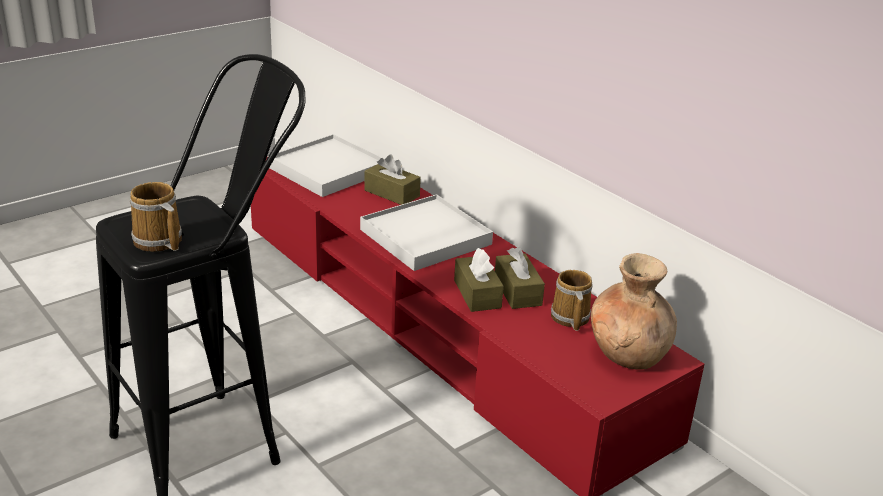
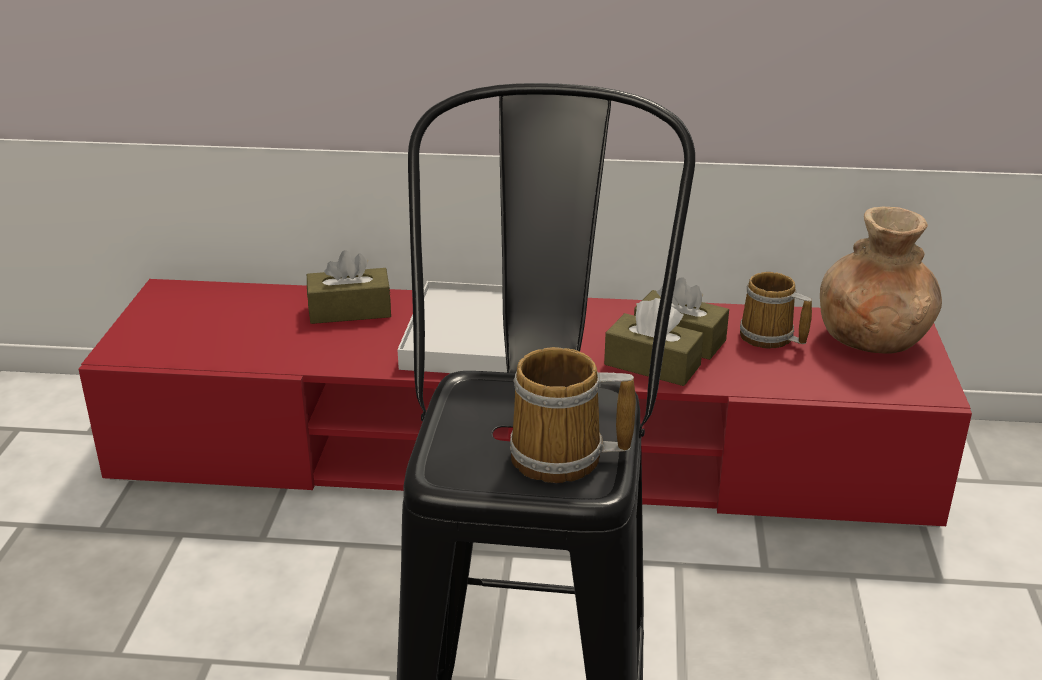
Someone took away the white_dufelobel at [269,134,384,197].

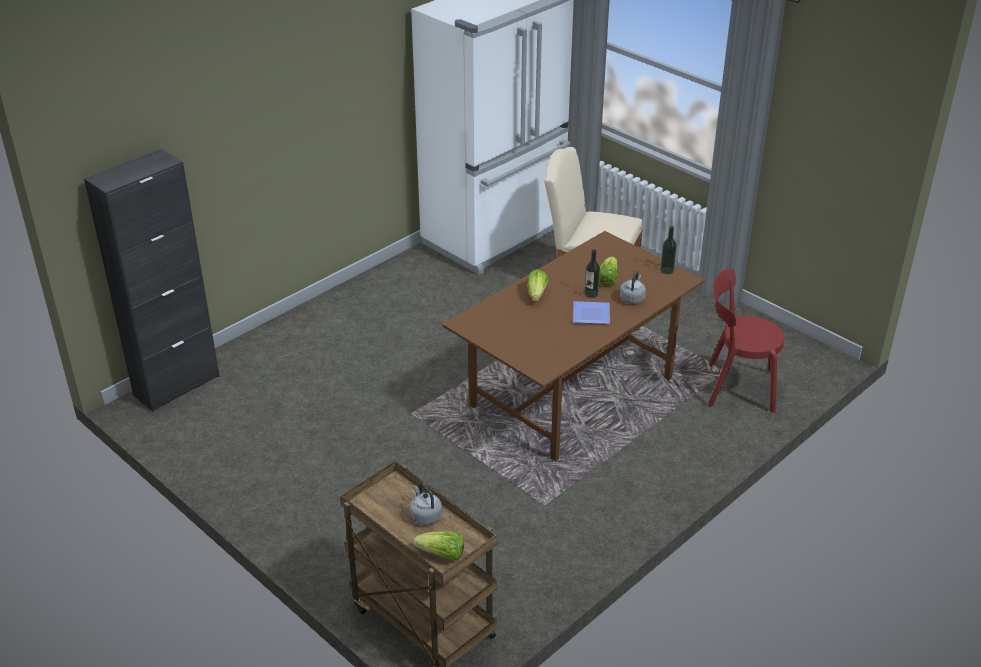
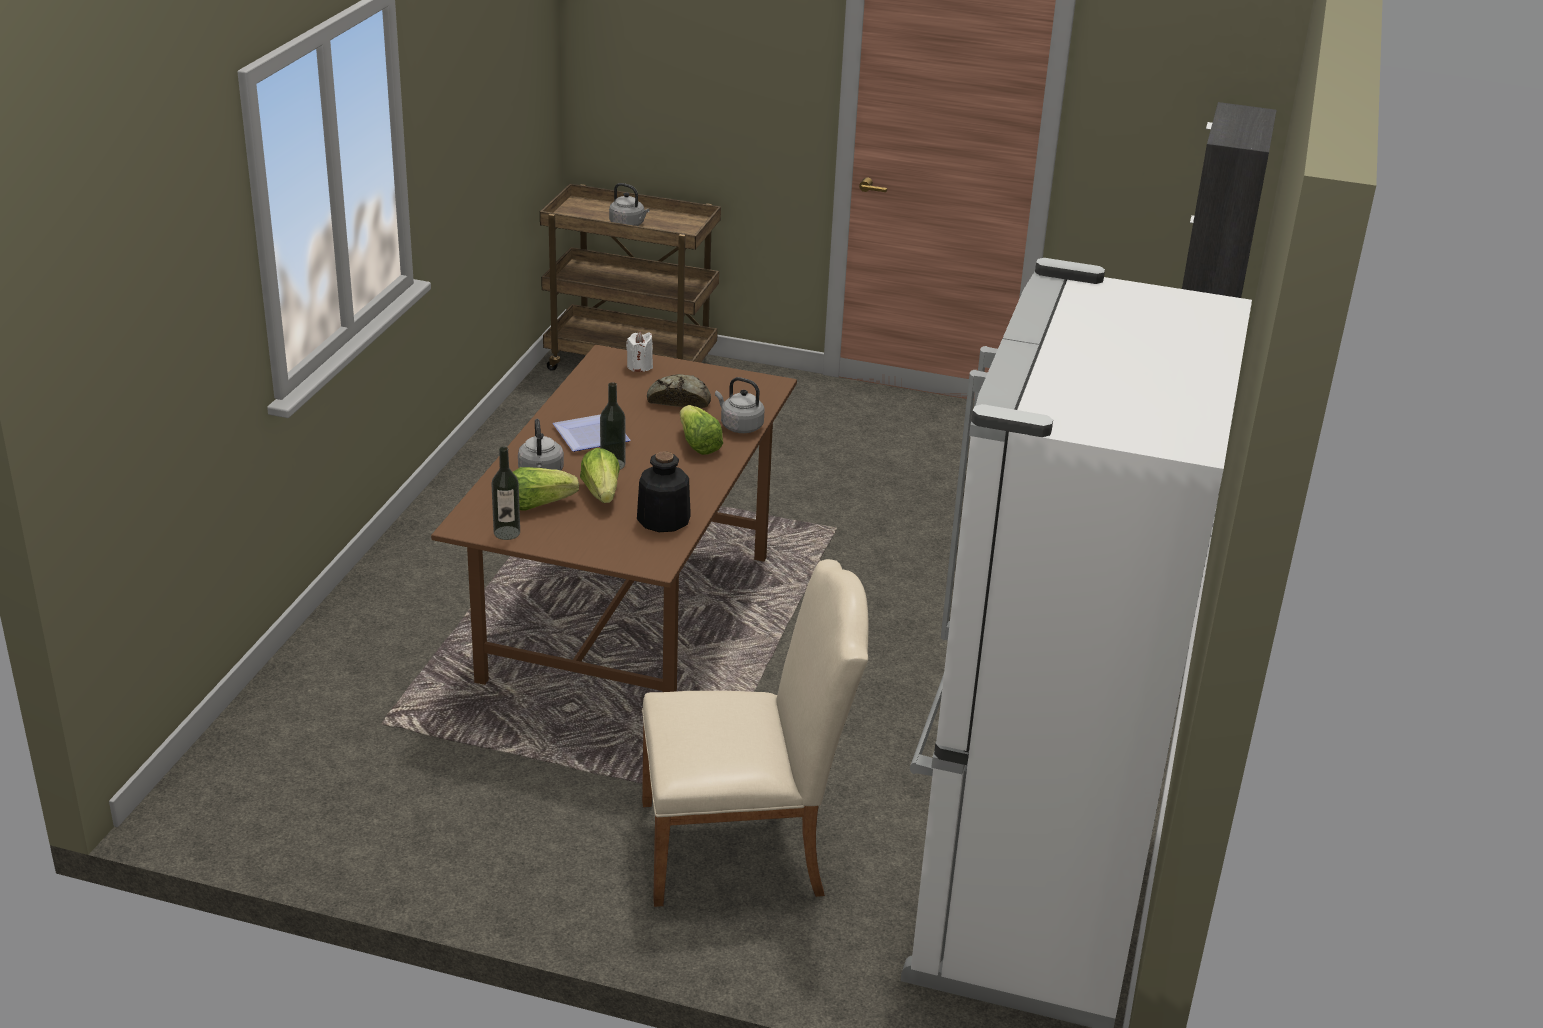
Someone took away the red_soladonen at [708,267,784,413].
Someone carried the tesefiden from [413,531,464,561] to [513,467,579,511].
Someone put down the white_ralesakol at [626,332,653,372].
Someone put down the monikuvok at [647,374,711,408].
Someone put down the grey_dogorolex at [715,377,765,433].
Someone put down the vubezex at [637,451,691,532].

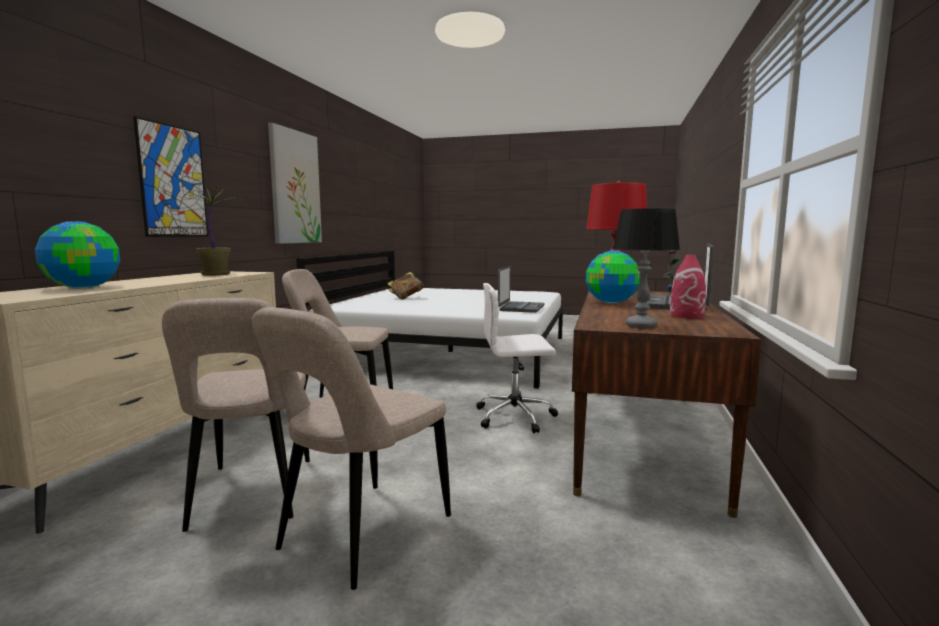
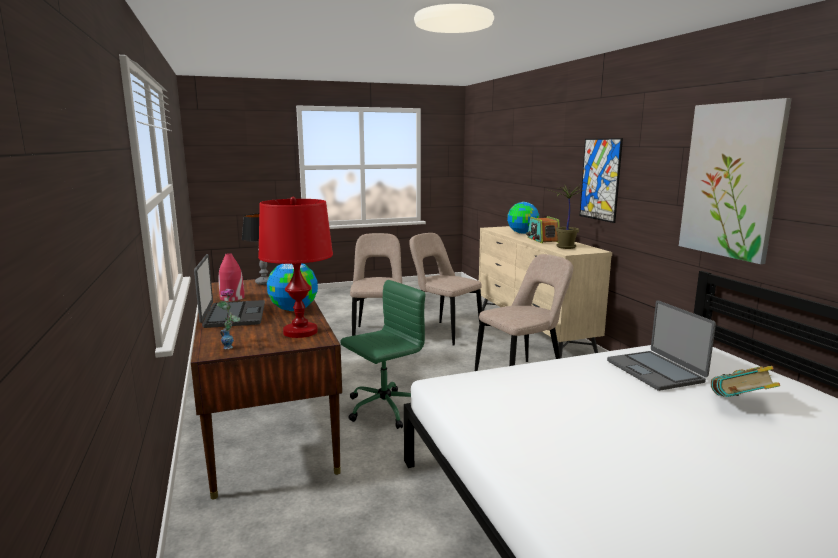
Someone carried the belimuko from [498,266,545,313] to [607,300,716,391].
Someone repainted the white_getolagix at [476,283,558,434], which became the green_getolagix at [340,280,425,429].
Someone put down the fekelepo at [526,216,560,243].

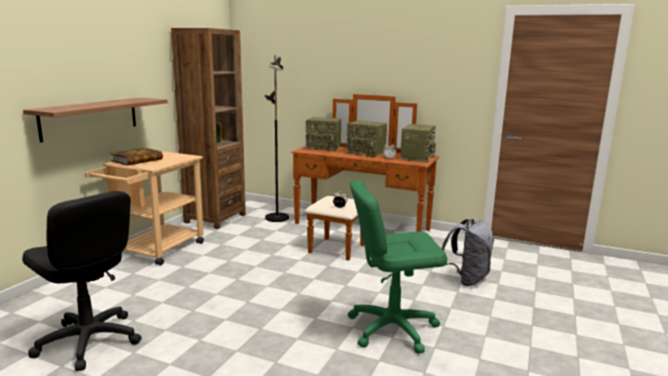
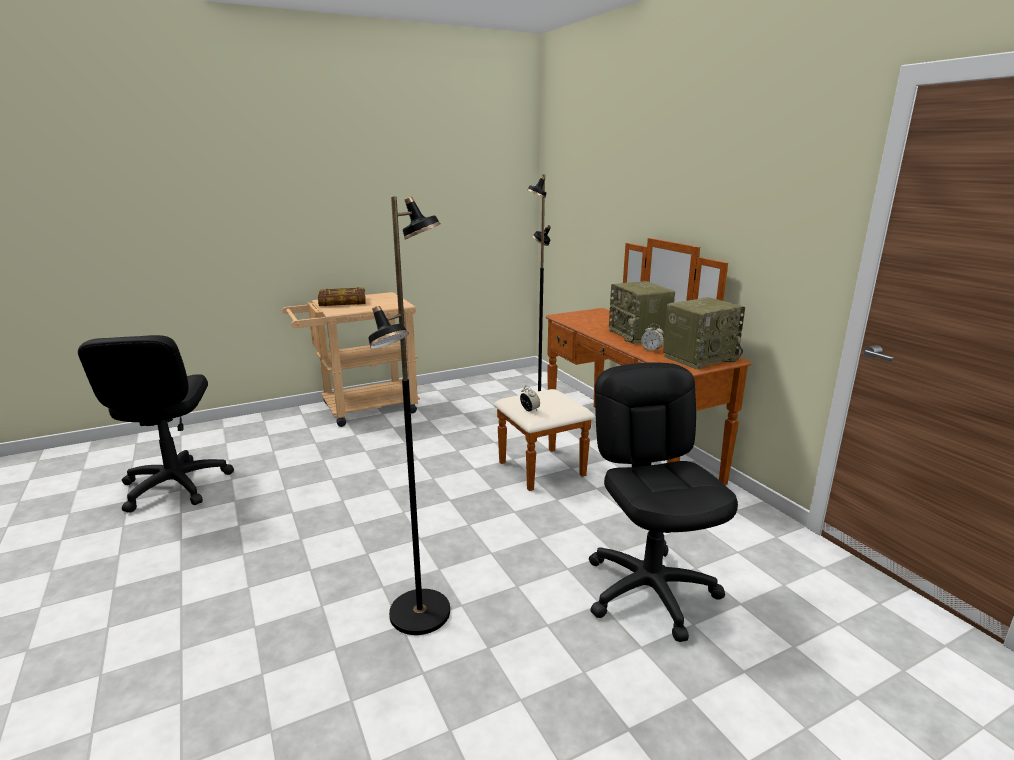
Someone took away the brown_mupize at [171,28,246,229].
Someone took away the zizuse at [23,98,168,143].
Someone took away the fekelepo at [306,117,342,151].
Someone swapped the green_getolagix at [348,180,447,354] for the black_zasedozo at [369,197,450,635].
Someone swapped the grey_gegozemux at [441,219,494,286] for the black_getolagix at [589,363,738,642].

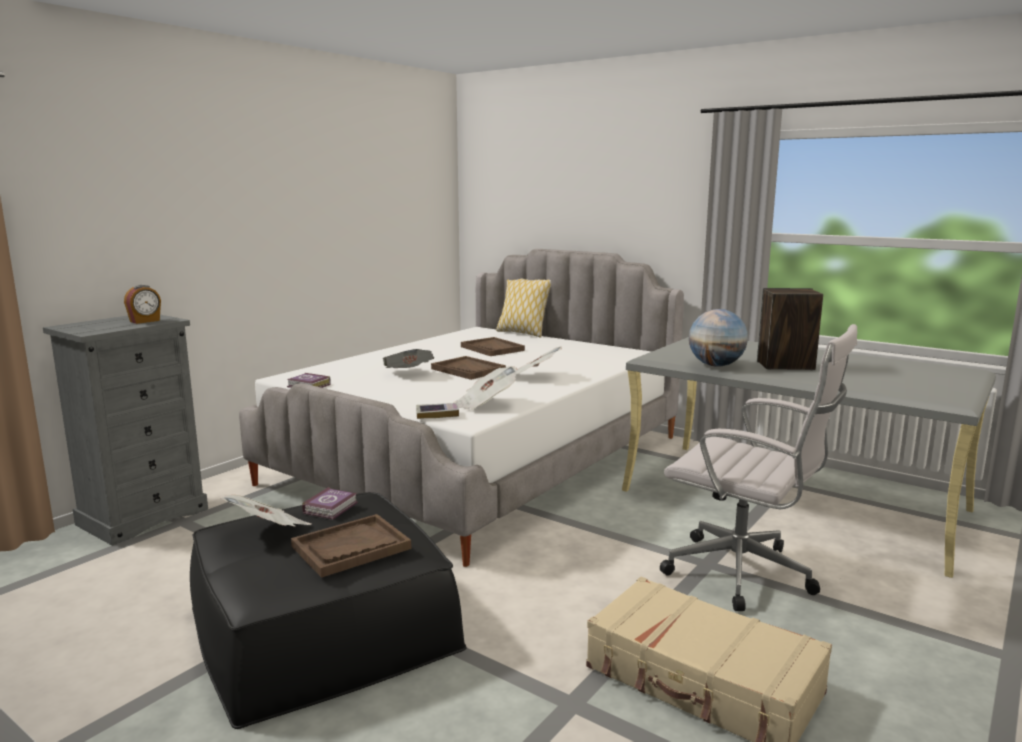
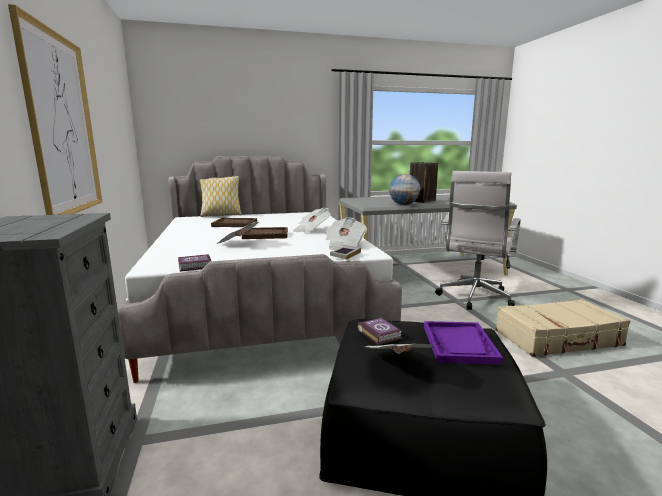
Someone took away the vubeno at [124,285,161,324].
Someone rotated the white_getolagix at [660,324,857,611] by 135 degrees clockwise.
Someone repainted the brown_dufelobel at [291,514,412,578], which became the purple_dufelobel at [424,321,503,365].
Someone put up the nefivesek at [8,4,102,215].

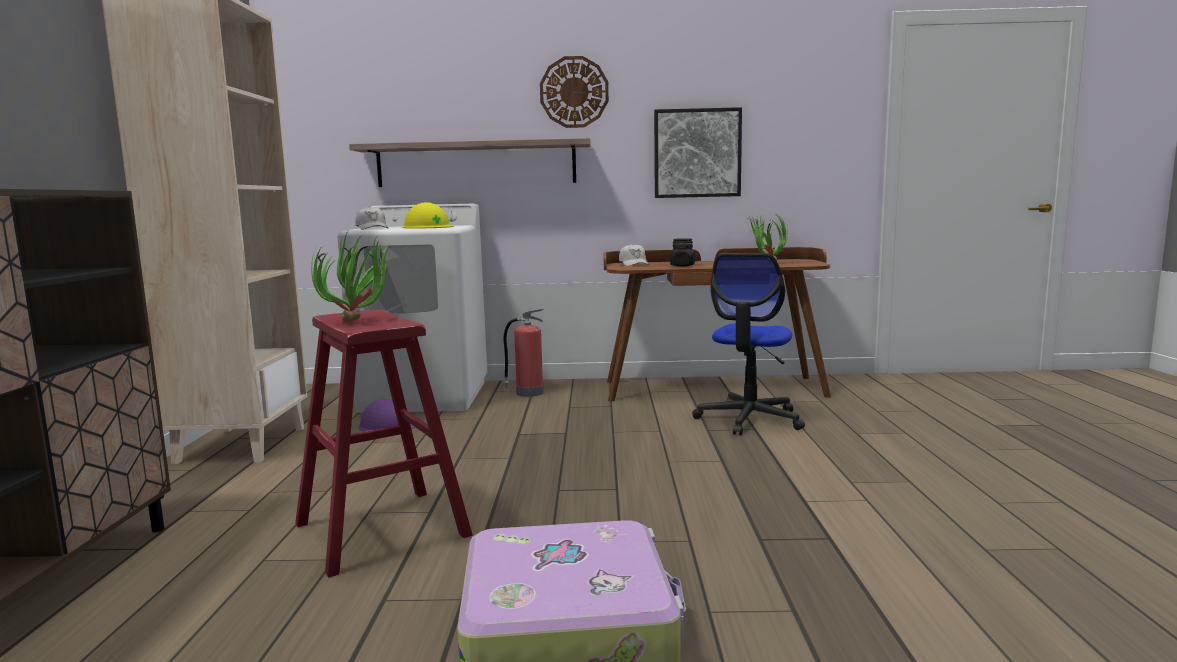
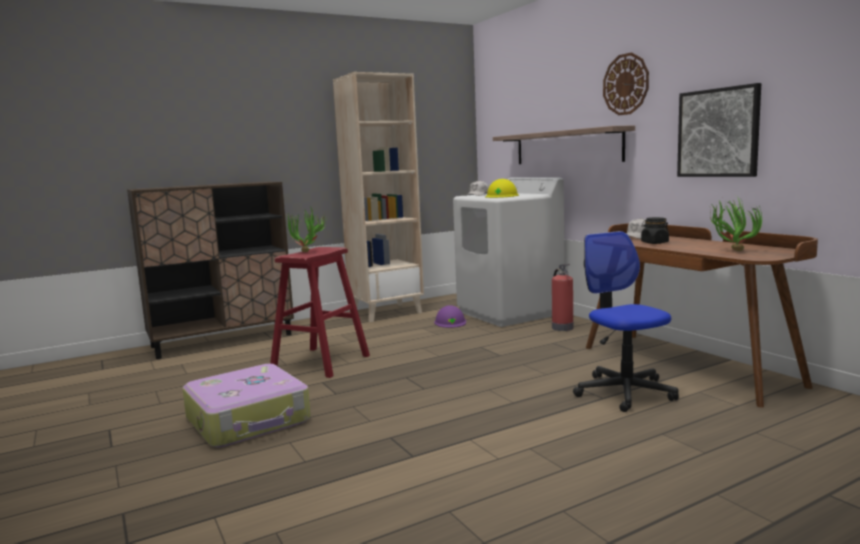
Someone rotated the getolagix at [692,253,805,435] by 75 degrees clockwise.

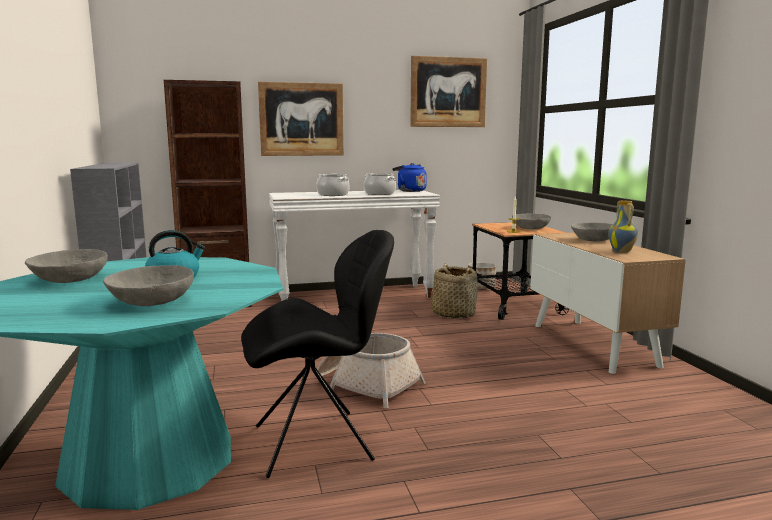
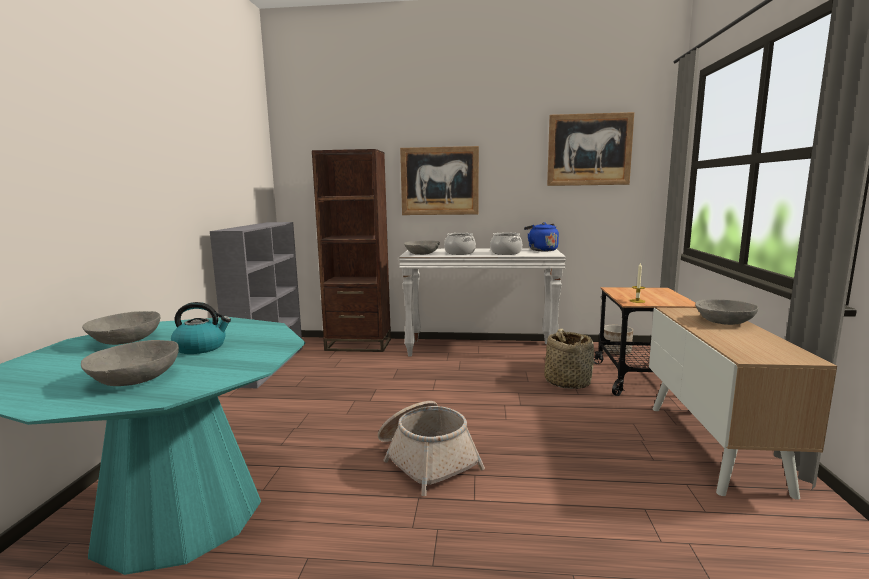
Someone took away the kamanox at [608,201,638,253].
Someone carried the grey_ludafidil from [512,213,551,229] to [404,240,440,255].
Someone took away the black_soladonen at [241,230,394,478].

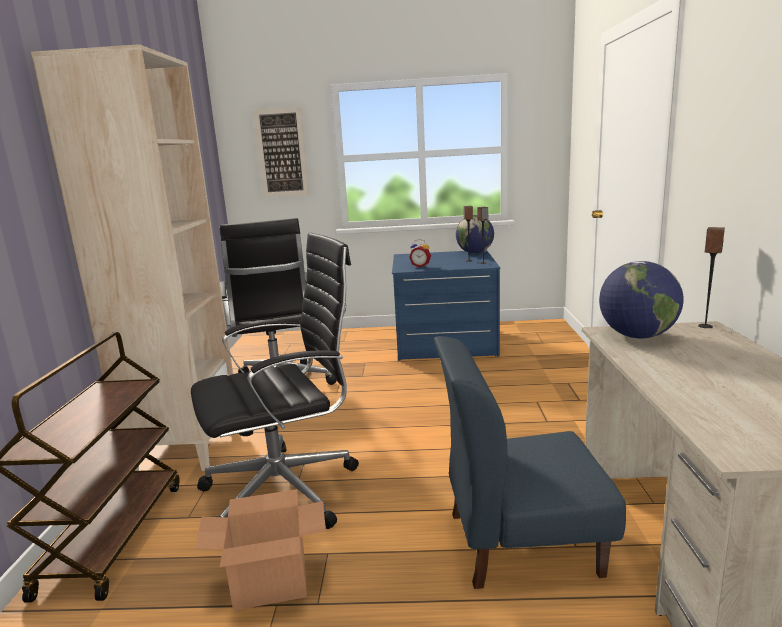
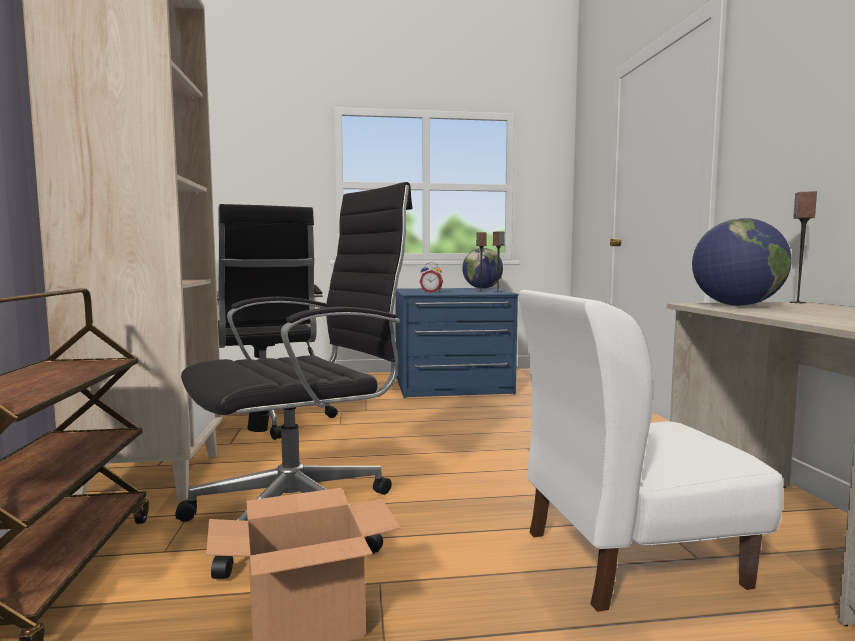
Someone took away the nefivesek at [253,107,309,198].
Someone repainted the blue_soladonen at [434,336,626,589], which became the white_soladonen at [519,290,783,612].

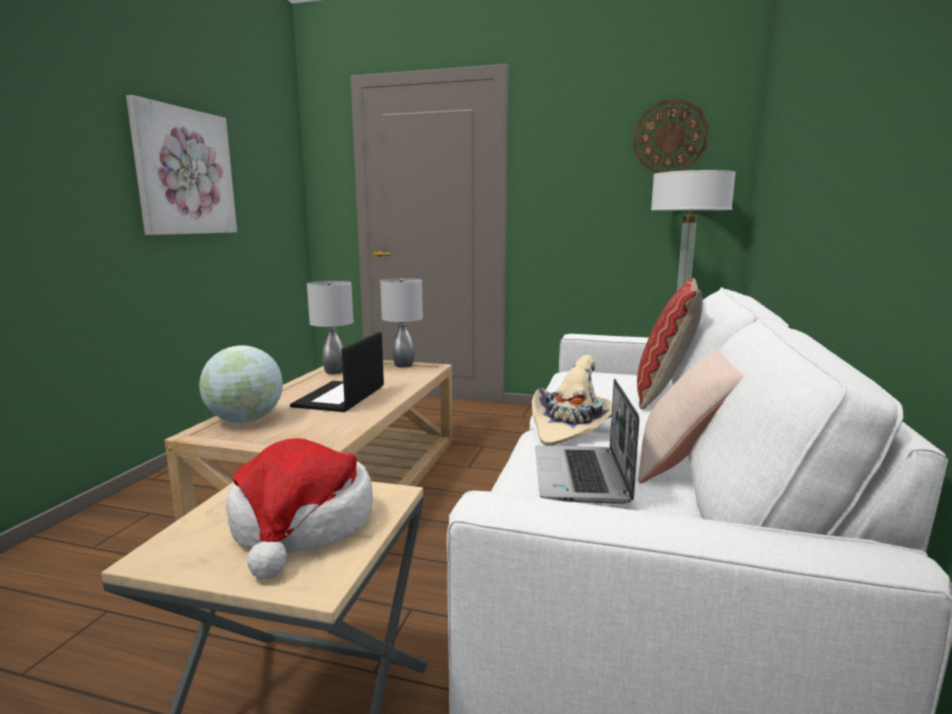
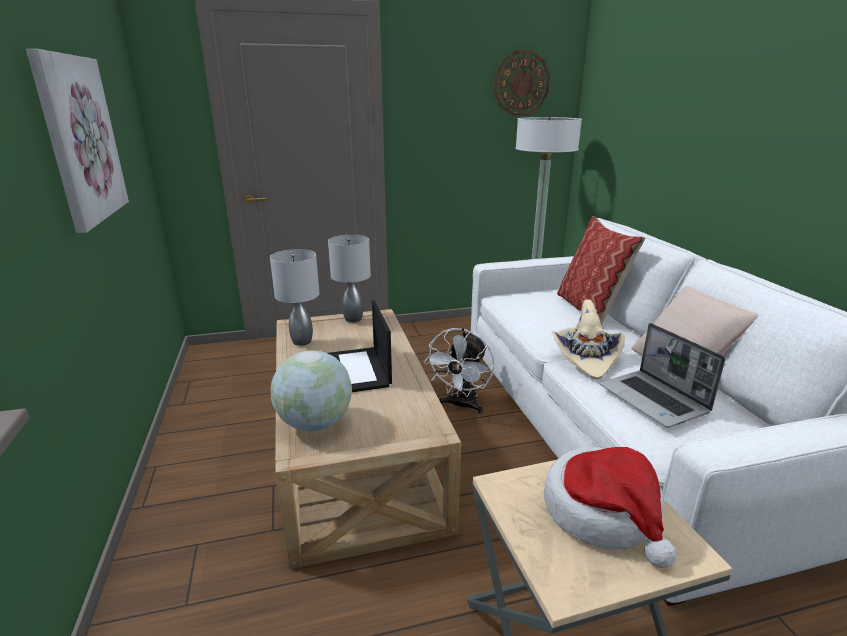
Someone put down the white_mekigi at [424,328,494,413].

